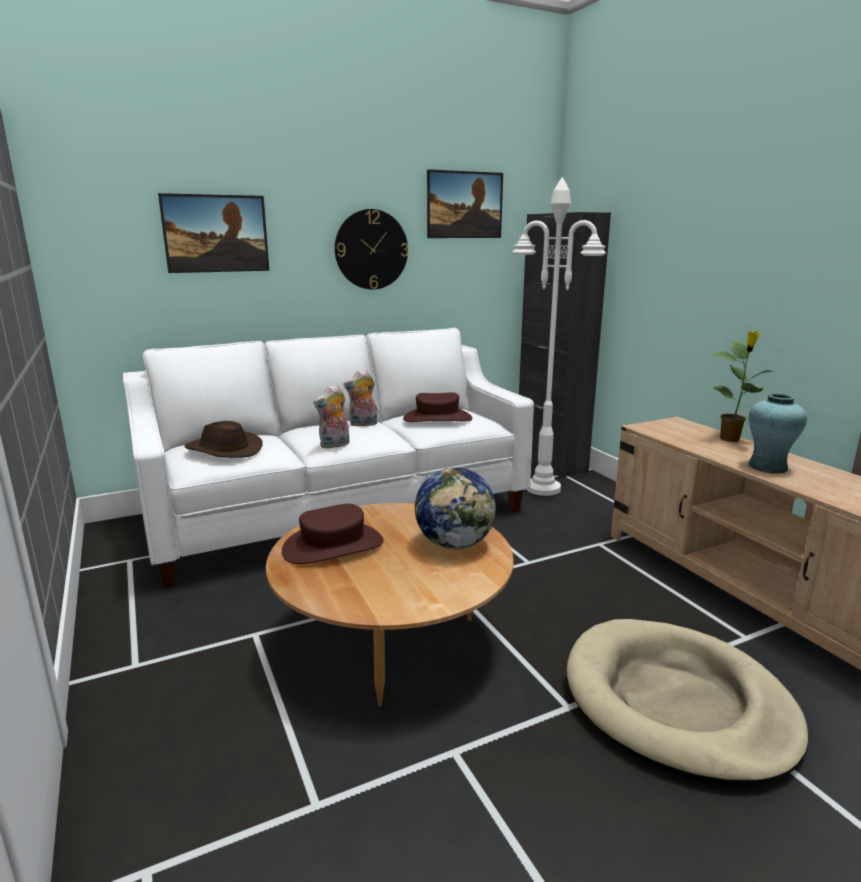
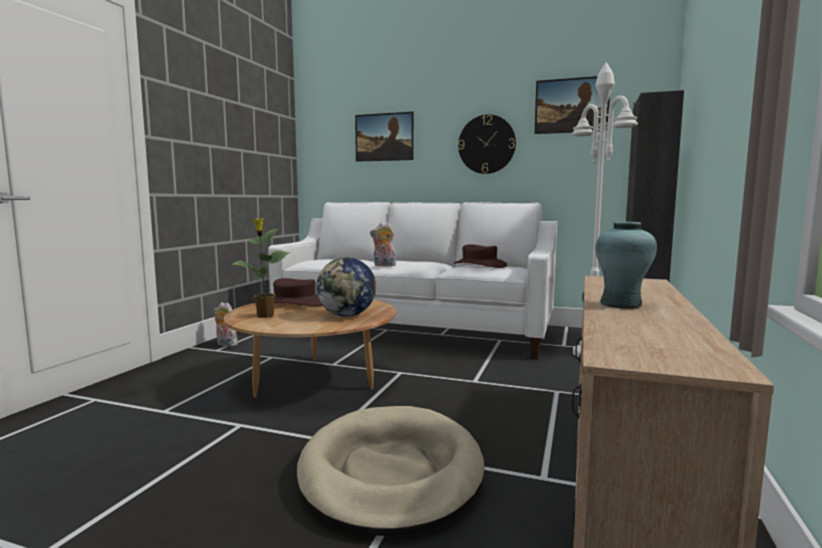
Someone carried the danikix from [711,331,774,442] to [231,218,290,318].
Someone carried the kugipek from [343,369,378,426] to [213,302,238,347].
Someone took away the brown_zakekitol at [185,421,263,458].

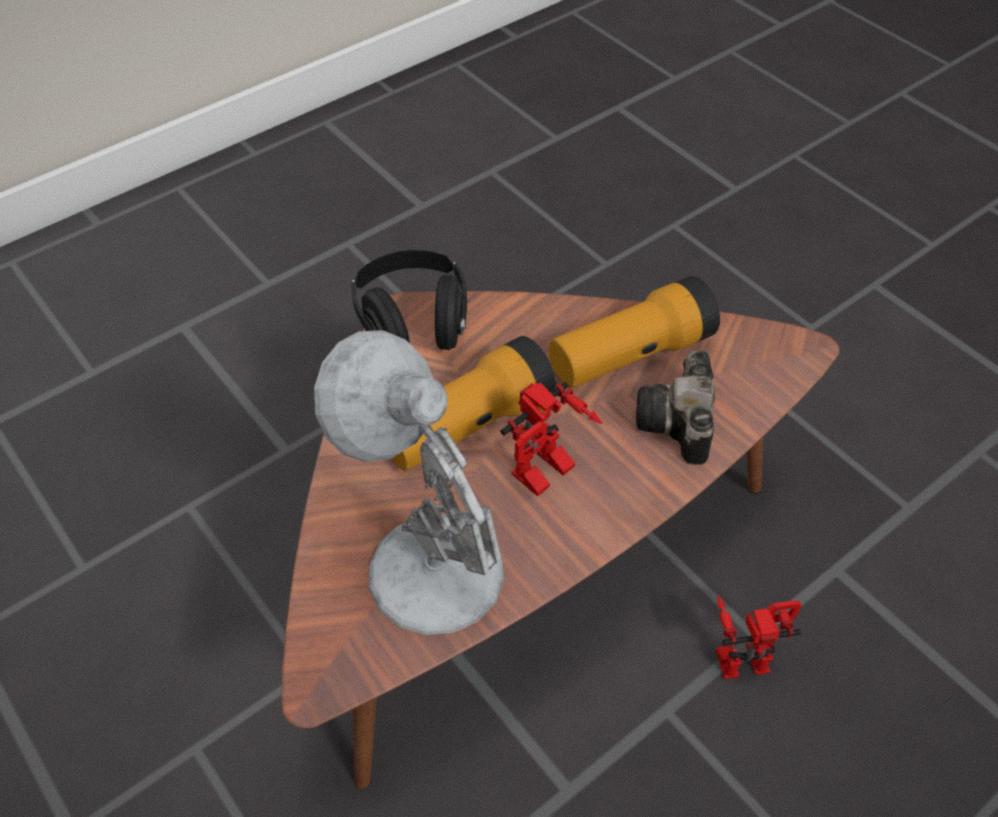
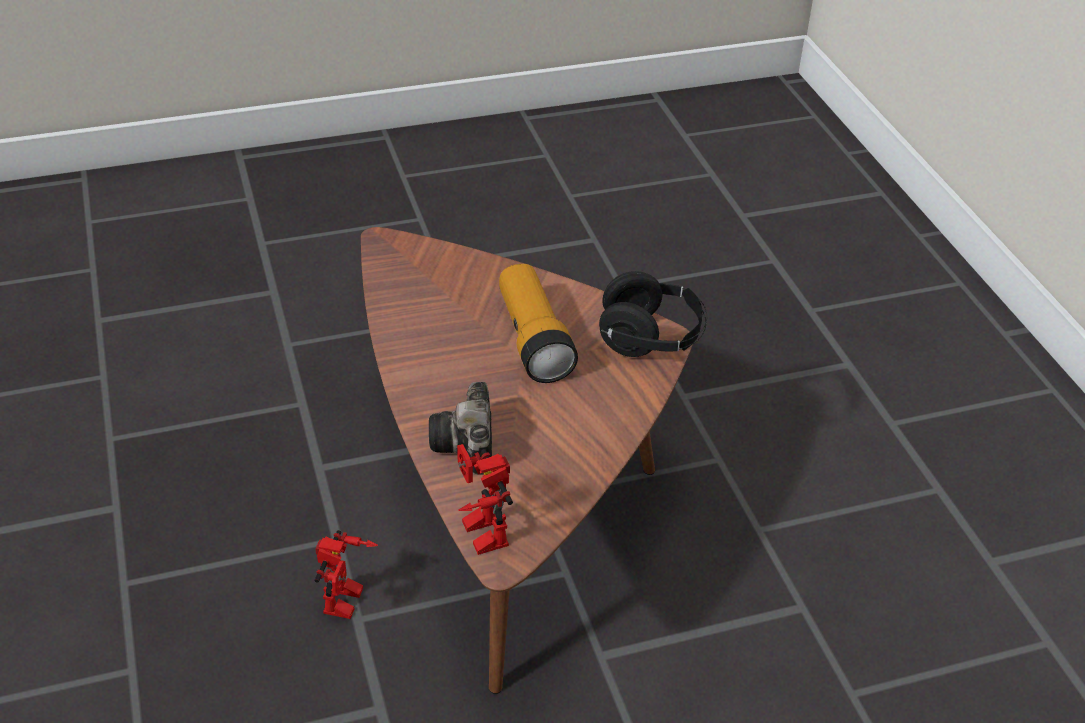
Someone took away the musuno at [549,276,720,388].
Someone took away the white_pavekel at [314,330,504,635].
Someone rotated the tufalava at [636,351,715,465] by 120 degrees counterclockwise.
Someone carried the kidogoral from [500,382,602,496] to [457,444,513,555].

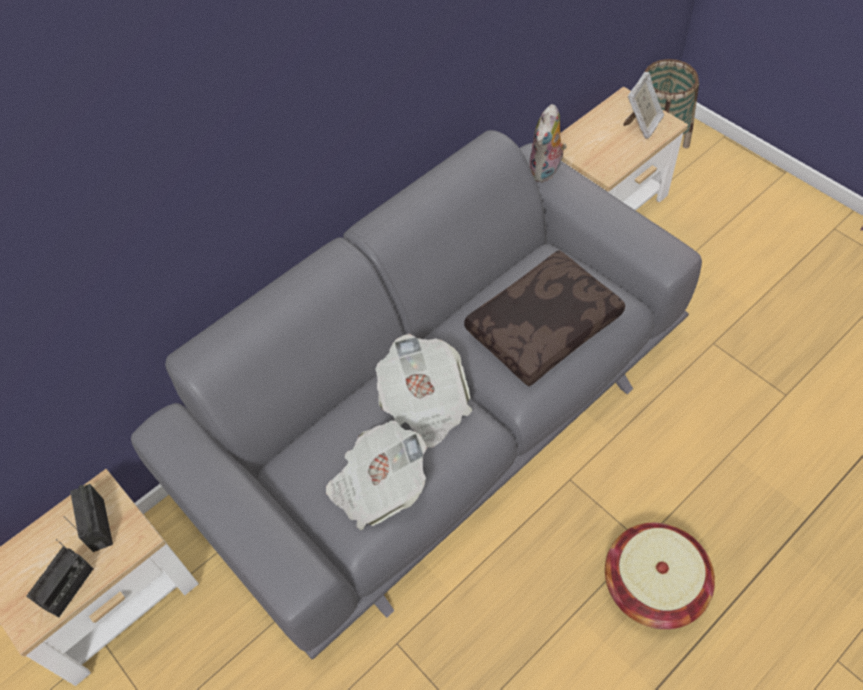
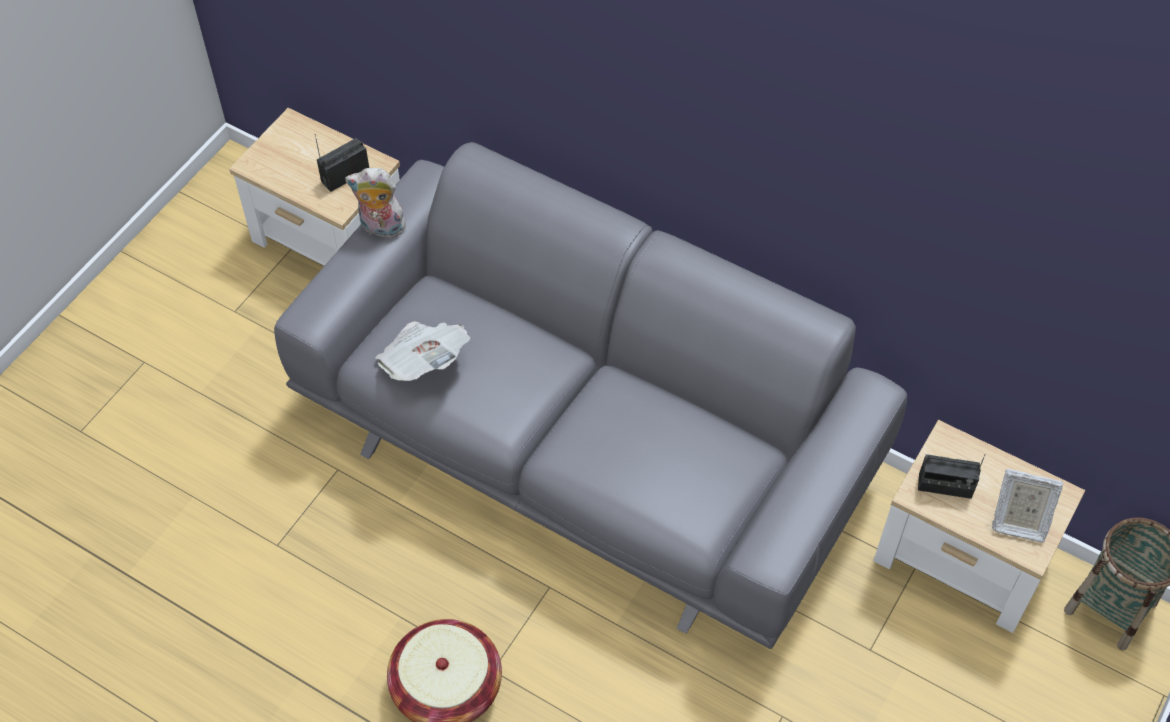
Someone carried the kugipek from [529,104,567,183] to [345,168,409,238].
Someone took away the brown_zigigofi at [464,250,625,387].
Someone took away the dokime at [375,334,472,448].
Someone carried the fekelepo from [26,539,94,617] to [918,454,986,499].

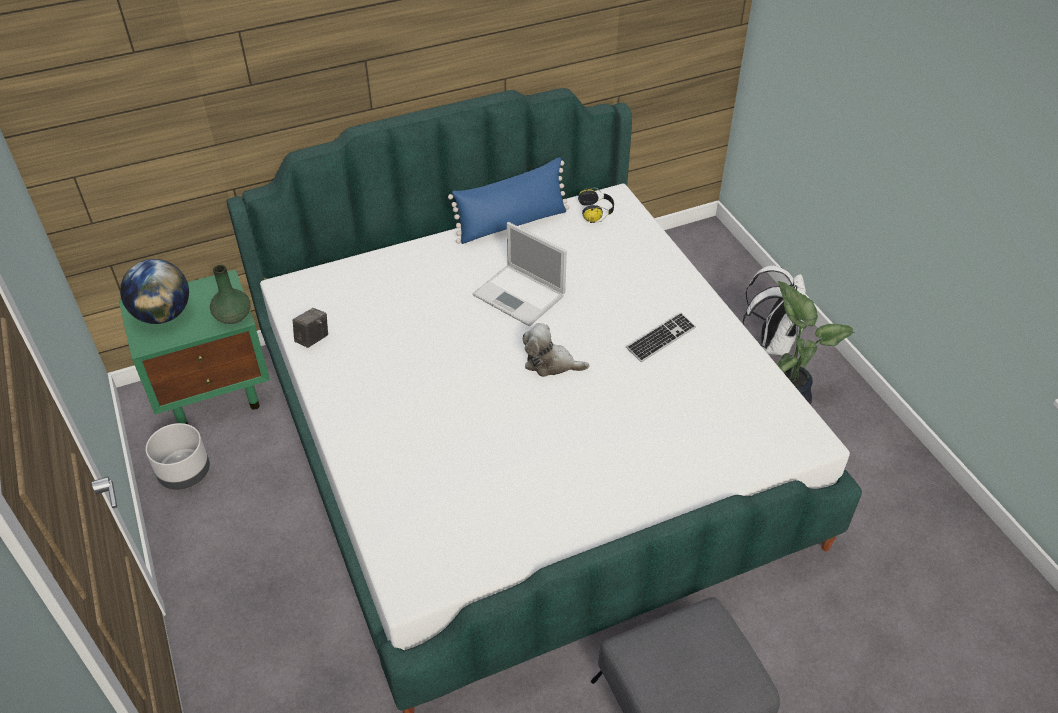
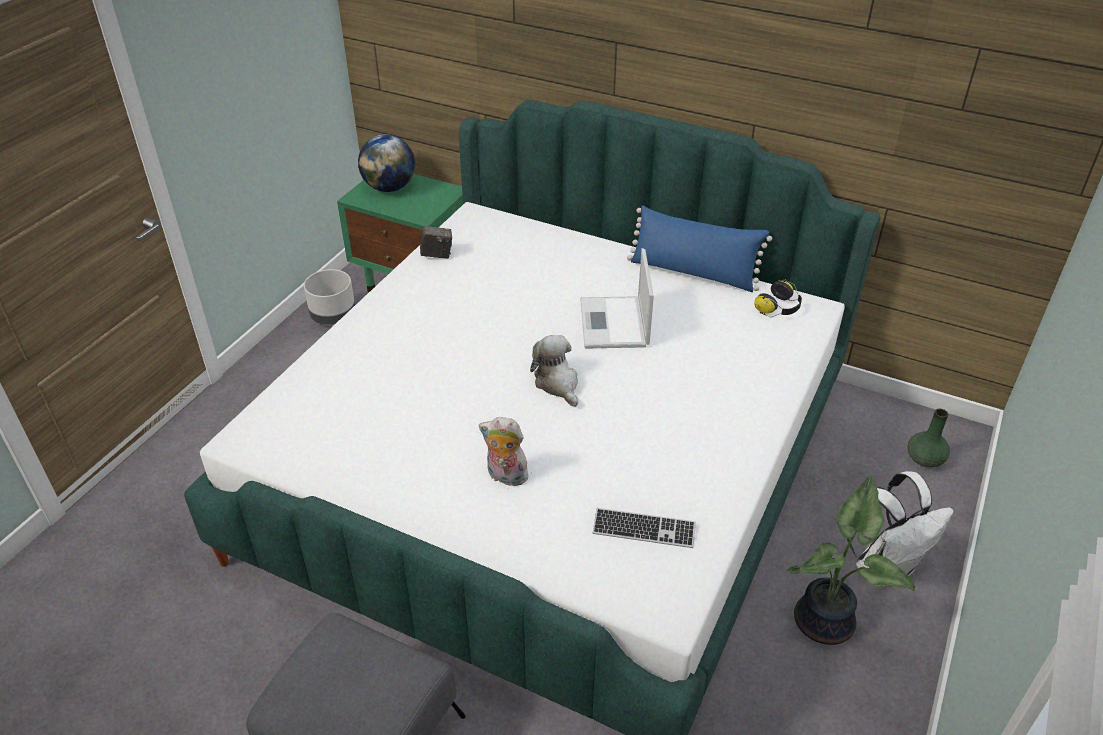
Someone carried the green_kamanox from [210,265,251,324] to [907,409,950,467].
Someone carried the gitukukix from [626,312,696,362] to [593,508,696,548].
Someone put down the kugipek at [479,417,528,486].

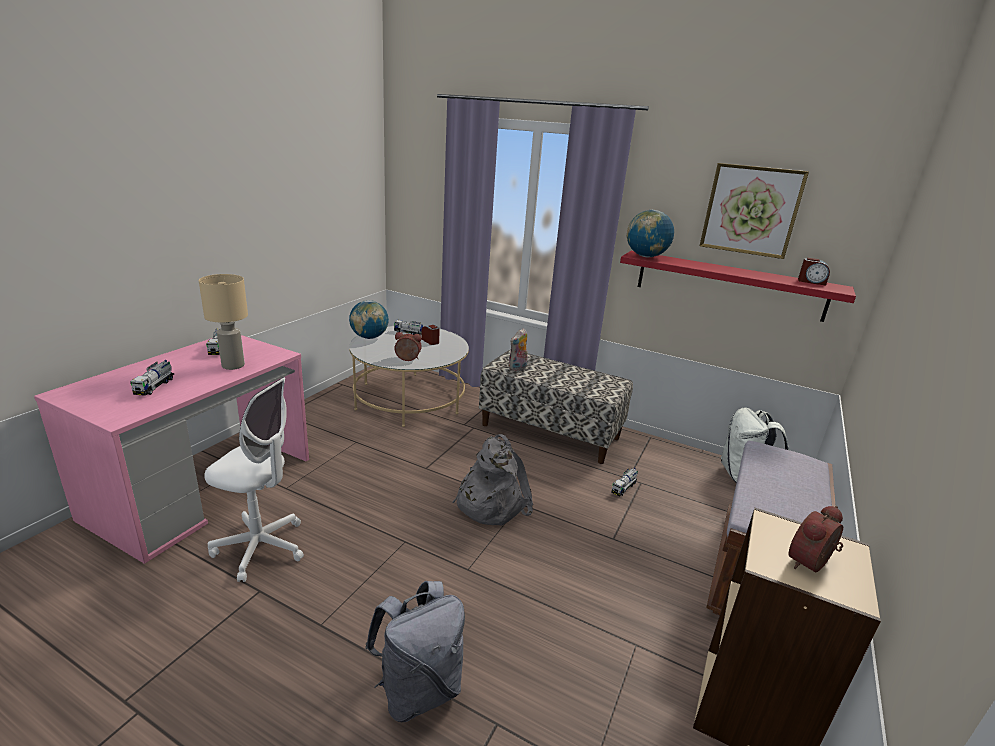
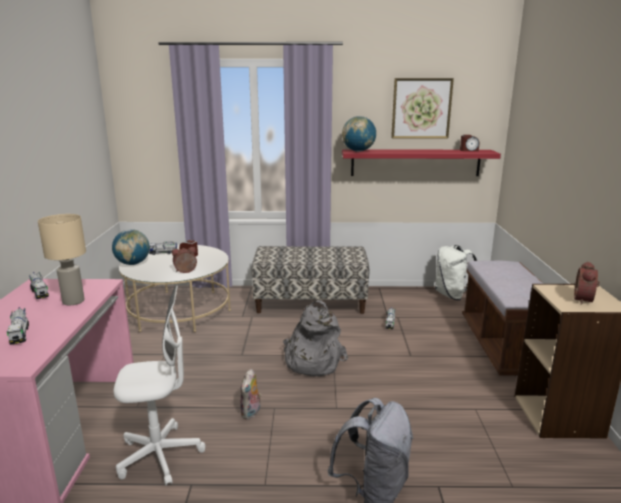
Someone carried the kugipek from [509,328,528,371] to [240,369,262,420].

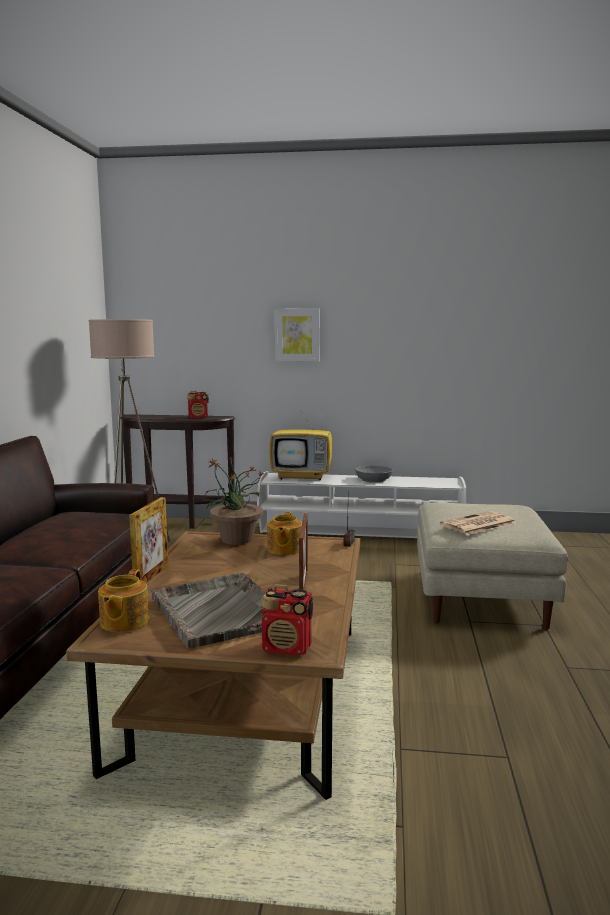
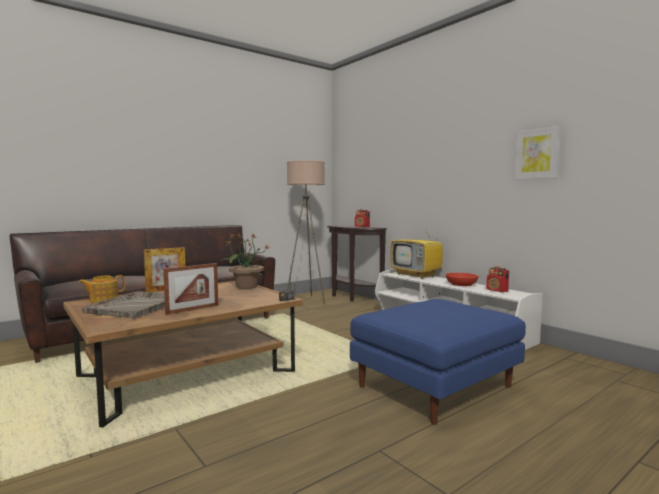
Someone carried the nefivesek from [275,308,320,361] to [514,126,561,180].
Someone repainted the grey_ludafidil at [355,465,393,482], which became the red_ludafidil at [445,273,479,286].
Someone repainted the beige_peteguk at [417,503,568,630], which became the blue_peteguk at [350,299,526,425].
Someone took away the dokime at [440,511,516,535].
Someone took away the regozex at [267,512,302,555].
Someone carried the fekelepo from [262,584,313,656] to [487,266,509,292].

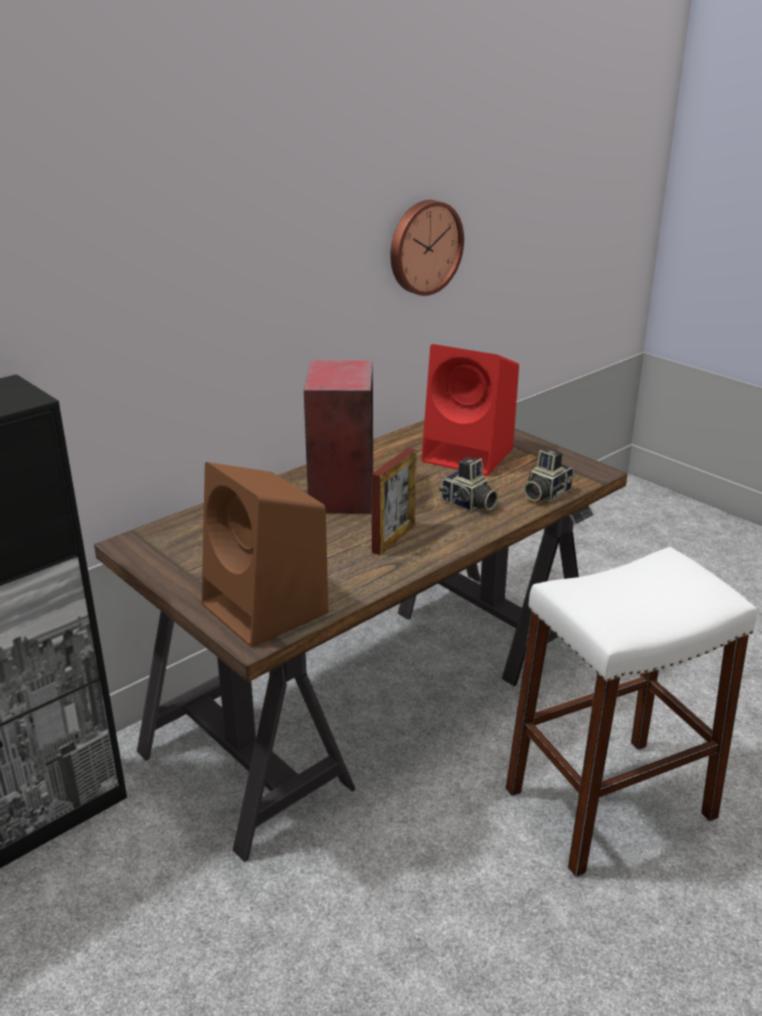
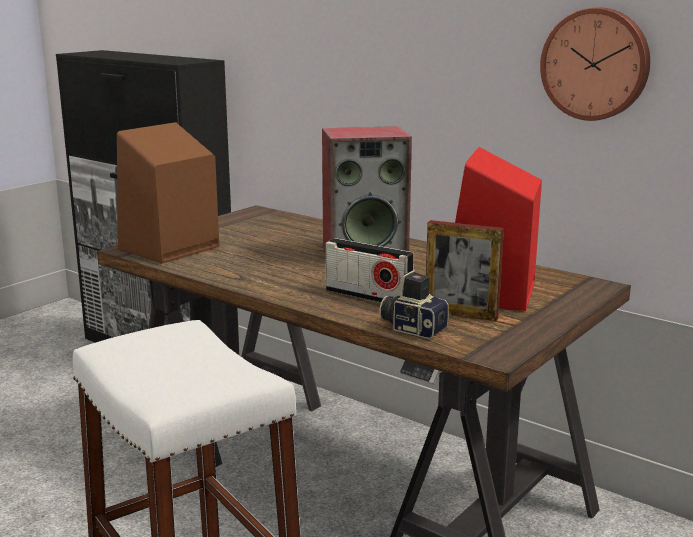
Someone carried the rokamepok from [371,448,416,555] to [426,220,504,321].
Someone swapped the tufalava at [439,457,498,511] for the fekelepo at [326,238,414,303].

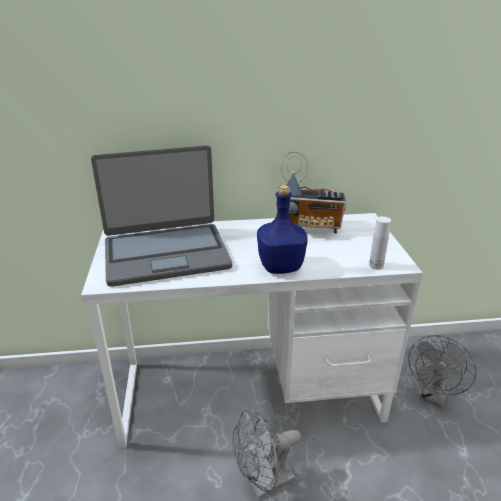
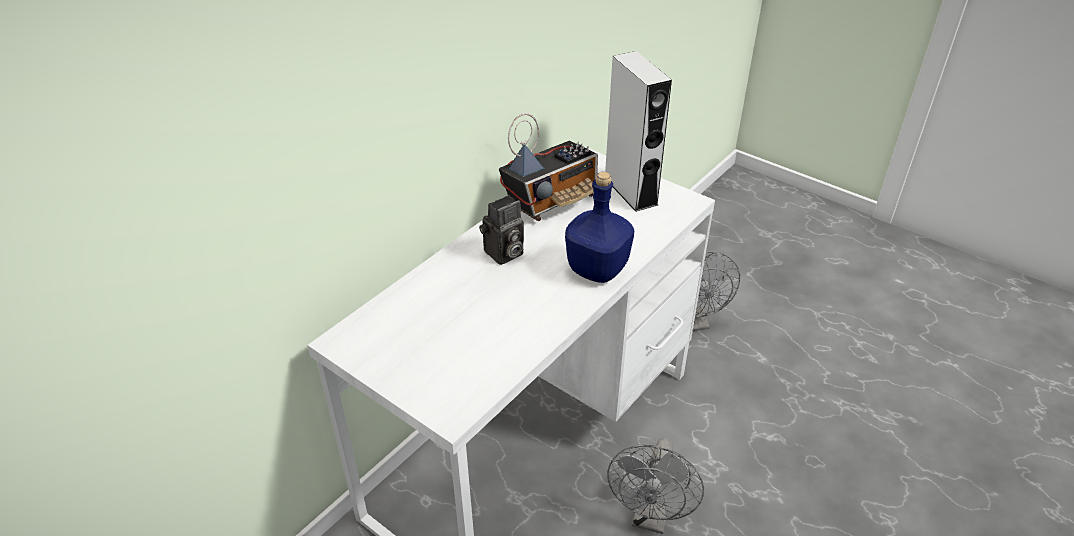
Someone took away the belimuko at [91,145,232,287].
Someone took away the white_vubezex at [369,216,391,270].
Someone put down the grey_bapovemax at [605,51,672,212].
Someone put down the tufalava at [479,195,524,265].

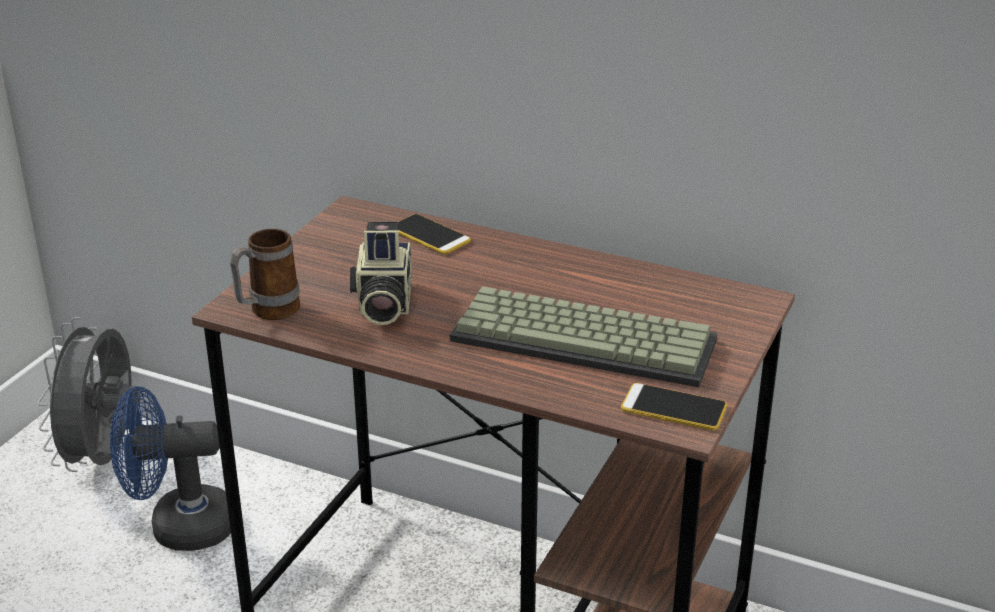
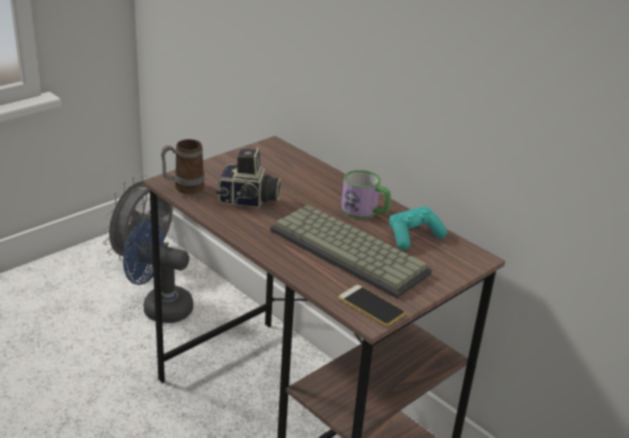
Someone took away the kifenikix at [398,214,471,254].
Someone rotated the tufalava at [350,222,412,325] by 105 degrees counterclockwise.
Someone put down the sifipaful at [341,170,391,219].
Someone put down the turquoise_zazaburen at [389,206,447,250].

